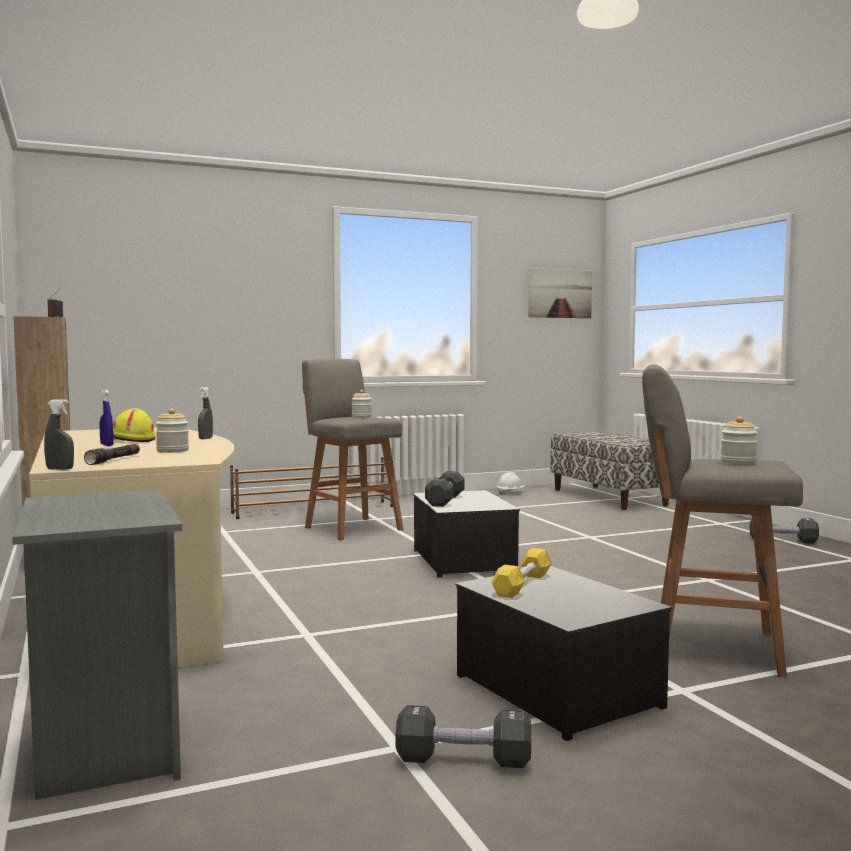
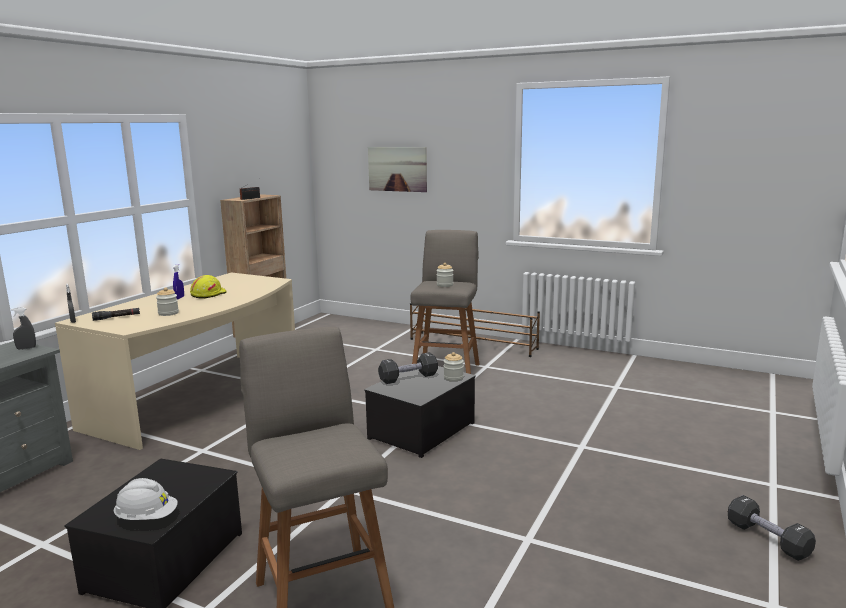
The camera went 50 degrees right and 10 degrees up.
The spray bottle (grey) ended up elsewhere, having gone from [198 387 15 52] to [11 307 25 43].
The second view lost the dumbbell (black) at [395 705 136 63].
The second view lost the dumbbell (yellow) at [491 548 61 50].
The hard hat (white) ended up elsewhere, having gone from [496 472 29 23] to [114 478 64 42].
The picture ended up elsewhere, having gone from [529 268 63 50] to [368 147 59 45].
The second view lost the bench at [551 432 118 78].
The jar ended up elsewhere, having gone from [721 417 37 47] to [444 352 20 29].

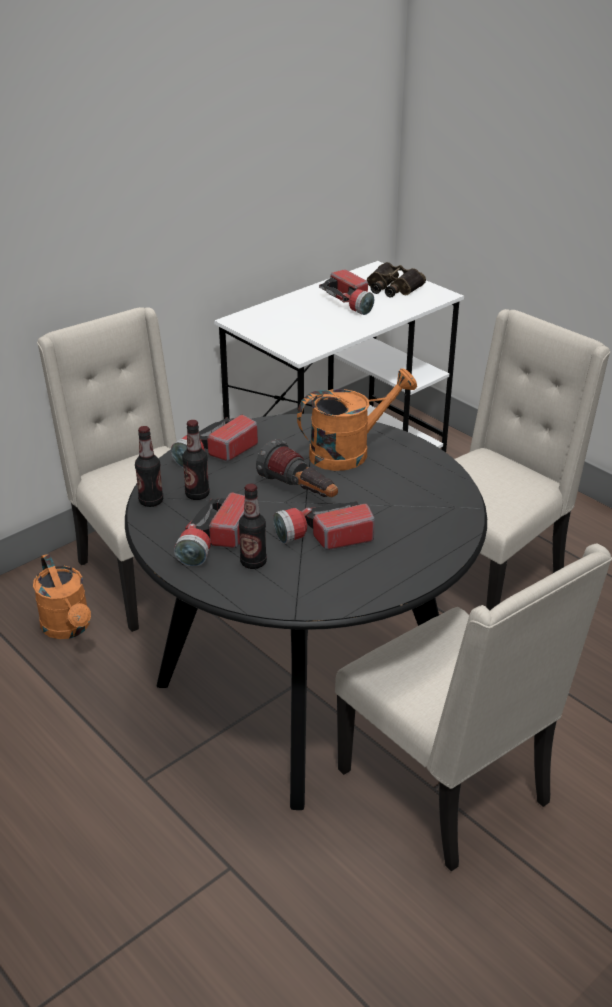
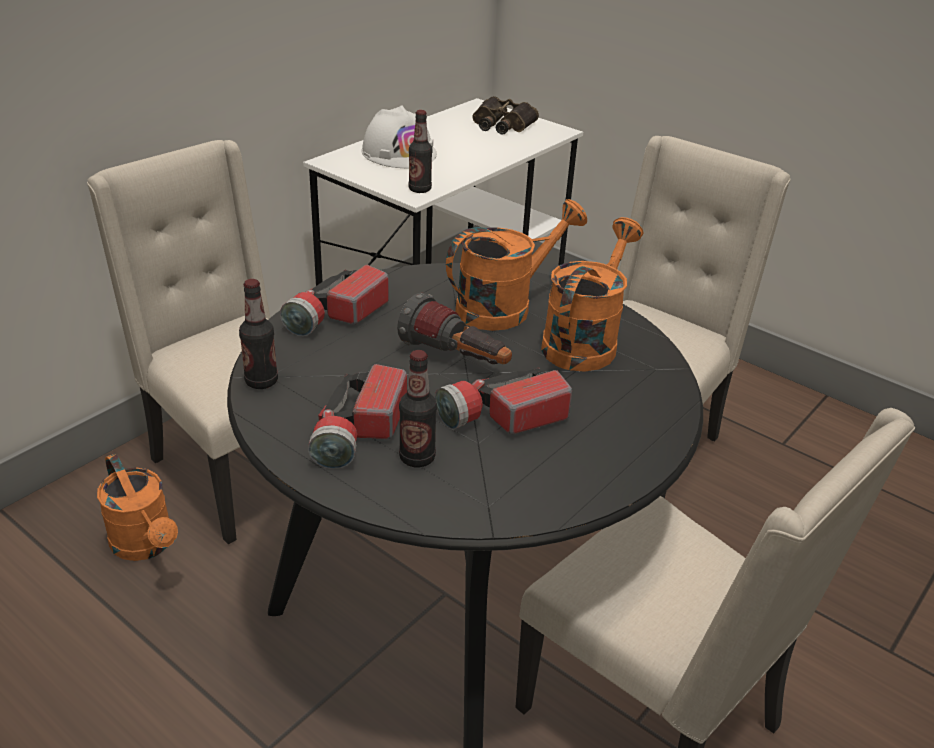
The camera went 10 degrees left and 0 degrees up.
The bottle ended up elsewhere, having gone from [182 420 27 80] to [408 110 24 83].
The second view lost the flashlight at [319 269 55 46].
The second view gained the hard hat (white) at [361 106 76 62].
The second view gained the watering can (orange) at [541 217 103 155].

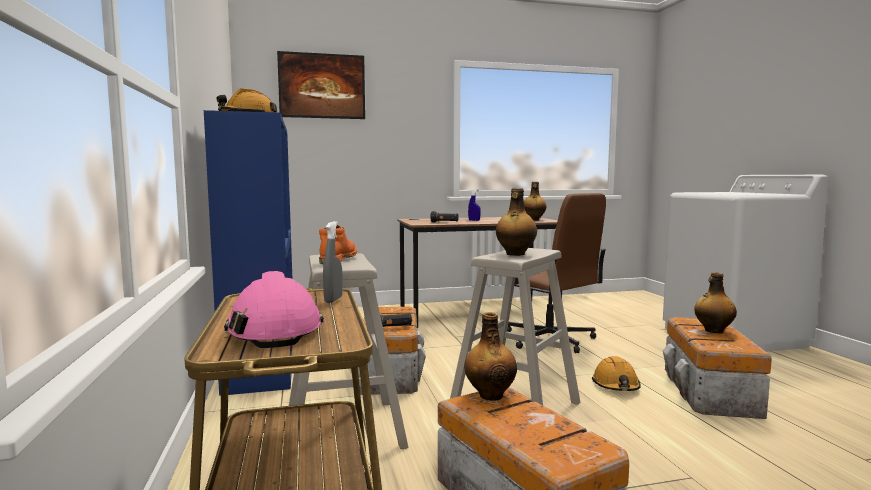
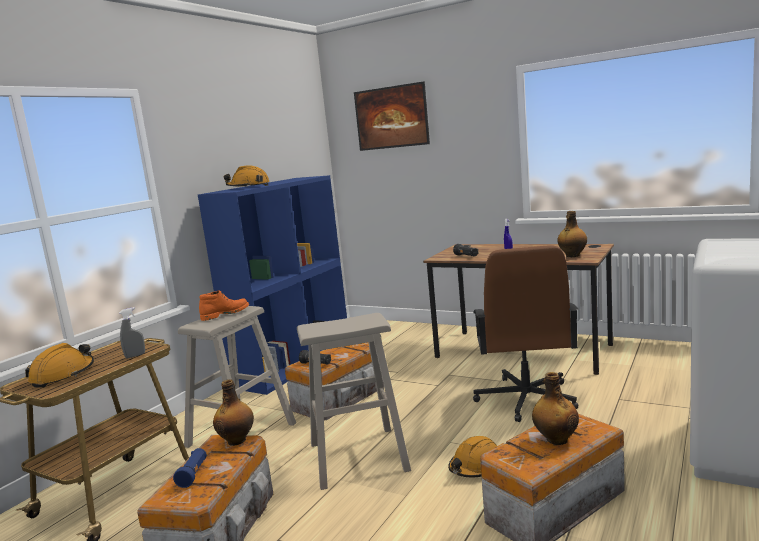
The camera went 45 degrees right and 5 degrees up.
What was the hard hat (pink) at [224 271 100 77] turned into the hard hat (orange) at [25 343 69 45].
The second view lost the bottle at [496 188 41 68].
The second view gained the flashlight (blue) at [173 448 34 40].

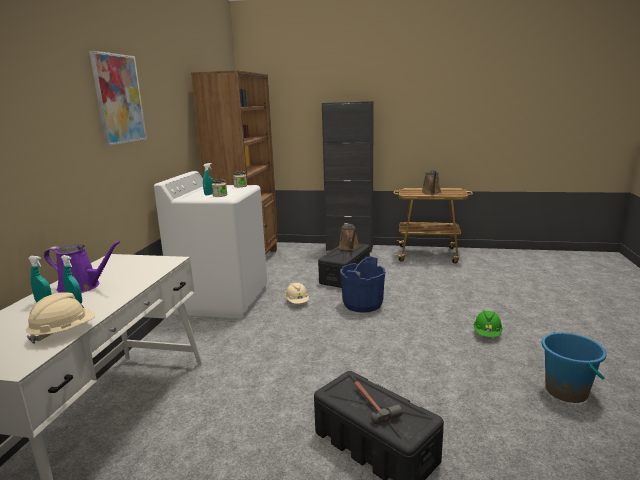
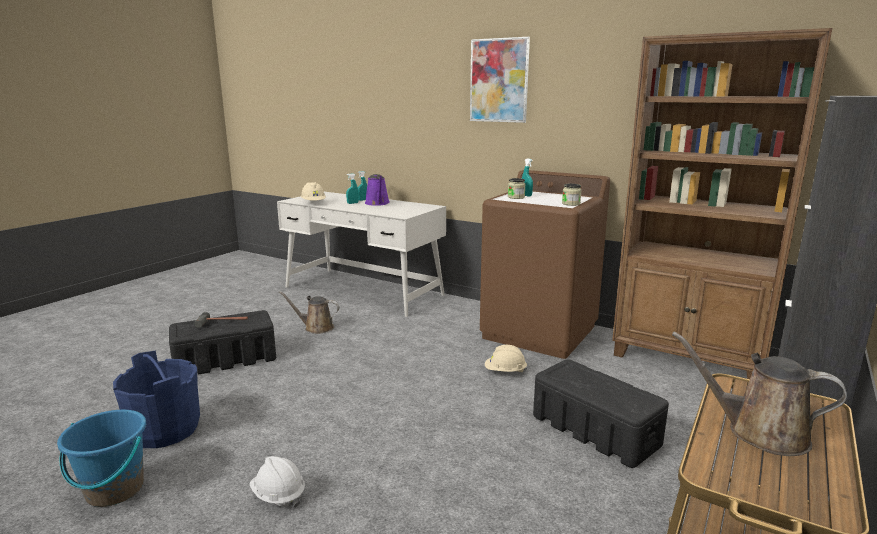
The camera went 110 degrees right and 0 degrees up.
The watering can (purple) at [44 241 76 52] ended up facing another way, 45 degrees counterclockwise from before.
What was the washing machine (white) at [154 171 113 148] turned into the washing machine (brown) at [480 170 130 189].
The watering can (brown) ended up elsewhere, having gone from [339 223 20 27] to [279 291 61 43].
The bucket (blue) ended up elsewhere, having gone from [340 256 45 57] to [113 351 87 97].
What was the hard hat (green) at [474 310 29 27] turned into the hard hat (white) at [250 456 55 52].

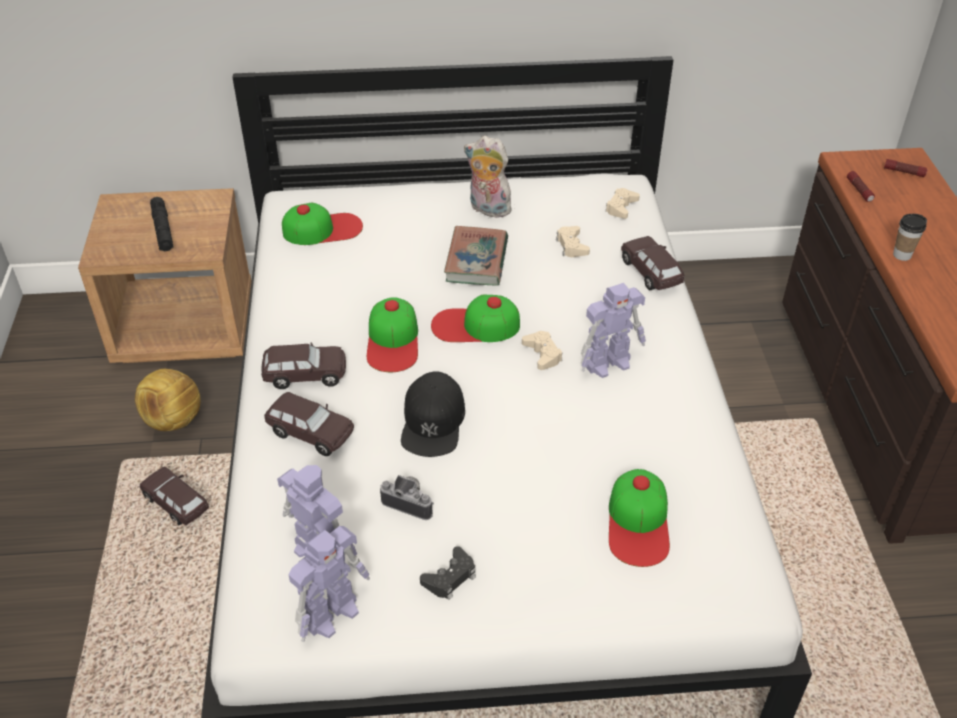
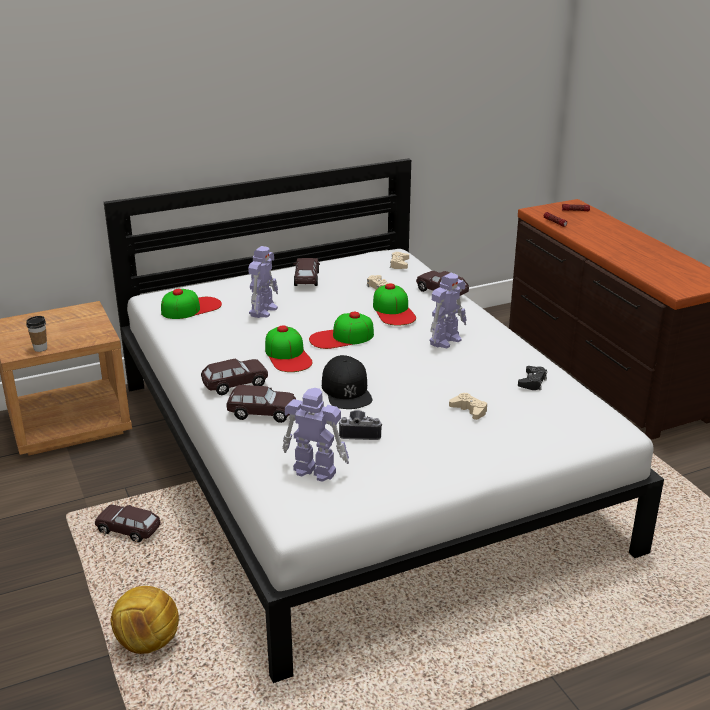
The camera went 20 degrees left and 15 degrees down.
The football ended up elsewhere, having gone from [135 369 66 62] to [111 586 68 68].
The second view lost the flashlight (black) at [150 197 24 54].
The toy robot ended up elsewhere, having gone from [288 526 82 116] to [248 246 30 72].
The game controller (black) ended up elsewhere, having gone from [420 546 56 54] to [518 366 29 24].
The second view lost the book at [444 226 64 60].
Where the plush toy stood at [464 136 47 82], the toy car (brown) came to stand at [293 258 27 28].
The game controller (beige) ended up elsewhere, having gone from [522 331 40 39] to [449 393 38 27].
The cap ended up elsewhere, having gone from [609 469 61 98] to [373 283 43 43].
The cup ended up elsewhere, having gone from [893 214 34 47] to [26 316 21 36].

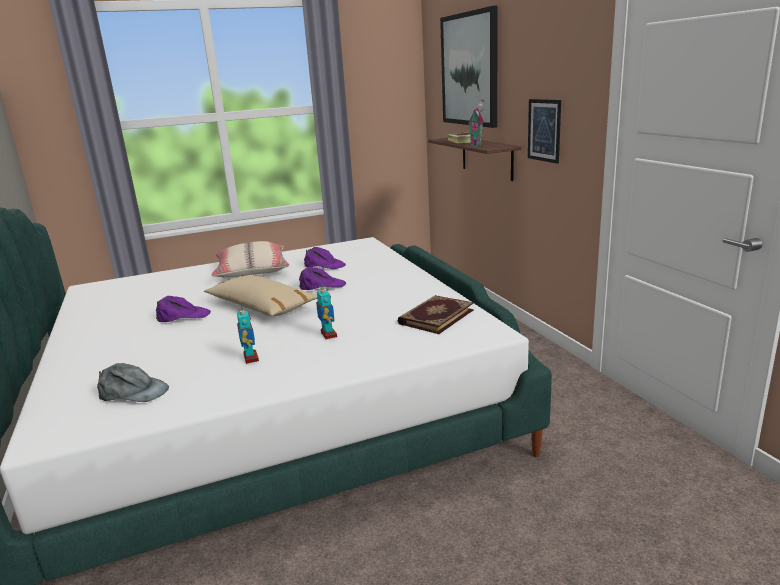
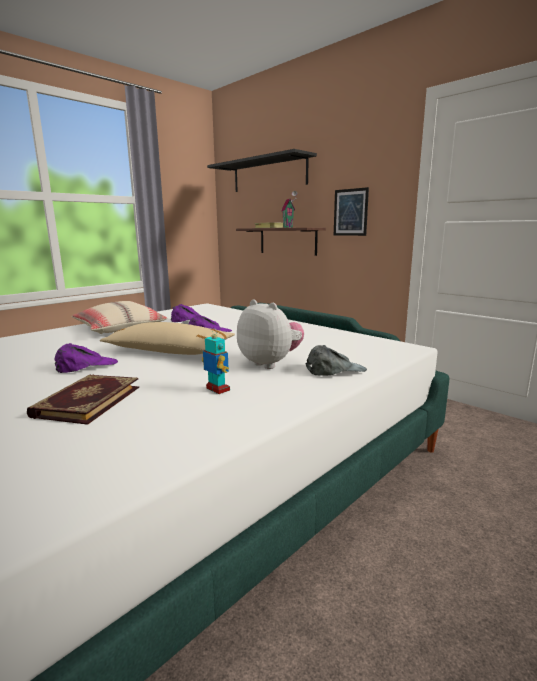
The camera went 25 degrees left and 5 degrees down.
The cap (grey) ended up elsewhere, having gone from [97 363 72 39] to [306 345 61 31].
Where the toy robot stood at [316 284 21 55], the plush toy came to stand at [237 299 67 70].
The book ended up elsewhere, having gone from [398 295 76 39] to [27 374 112 51].
Where the picture hung at [440 6 58 122], the shelf (black) came to hang at [207 149 110 43].

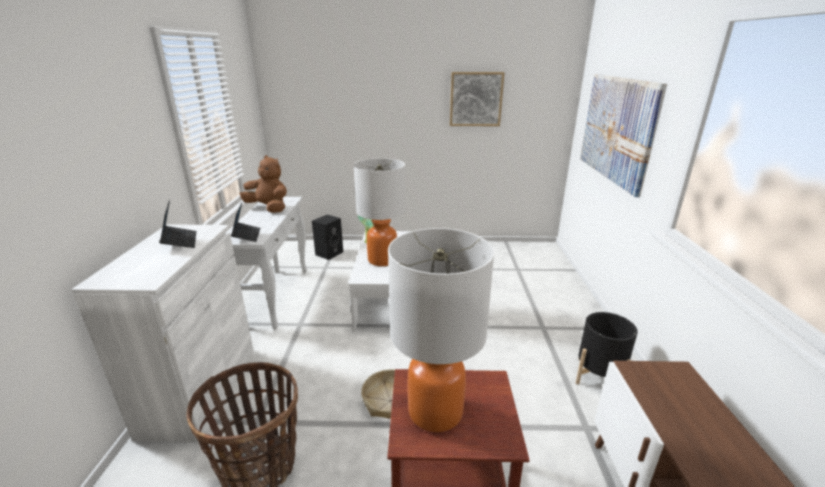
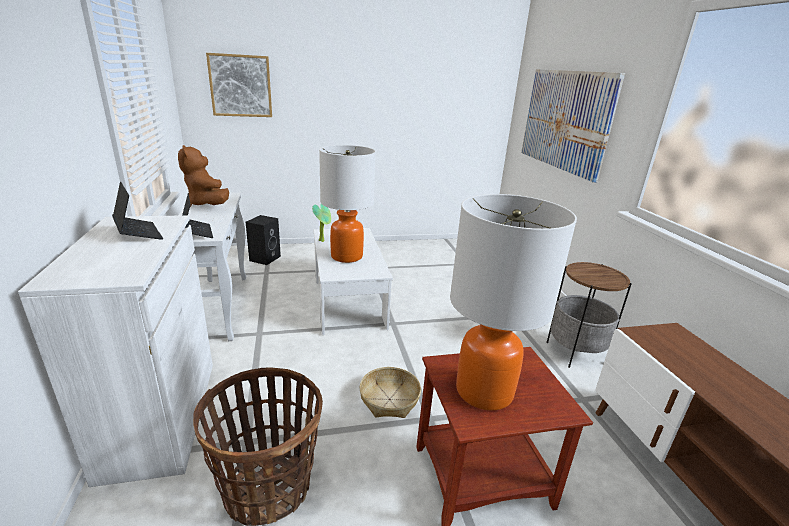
The camera went 15 degrees left and 0 degrees up.
The plush toy (brown) at [240 155 47 58] ended up facing another way, 135 degrees counterclockwise from before.
The picture ended up elsewhere, having gone from [450 72 55 54] to [206 53 66 64].
Where the planter (black) stood at [576 312 62 72], the side table came to stand at [546 262 86 106].

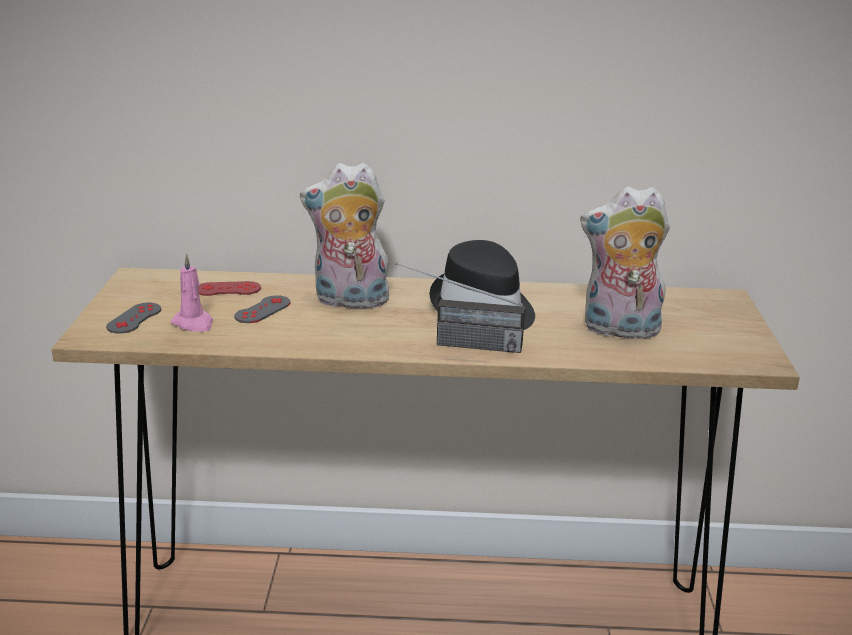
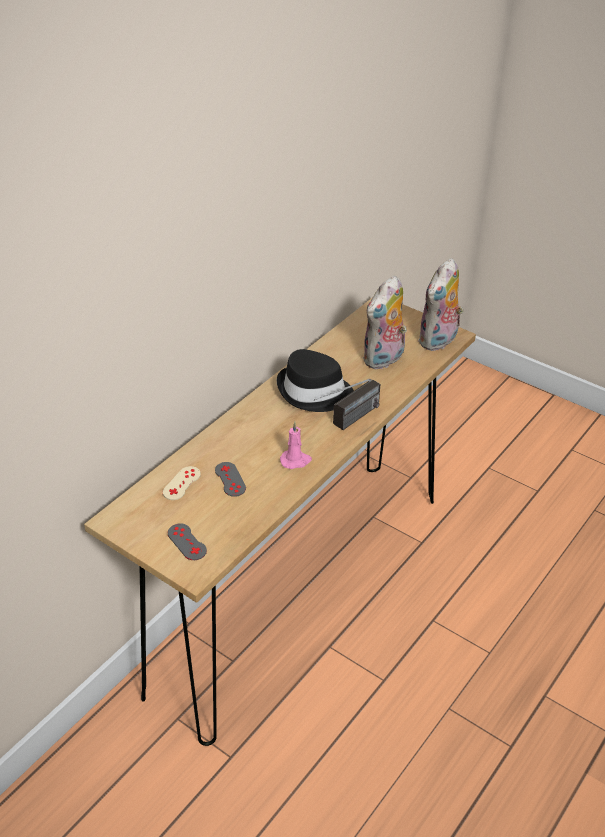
The camera went 55 degrees left and 15 degrees up.
The candle (pink) ended up elsewhere, having gone from [171 254 42 78] to [280 422 32 47].
What was the game controller (red) at [199 281 62 15] turned into the game controller (beige) at [163 466 38 34].
The plush toy ended up elsewhere, having gone from [300 162 94 150] to [418 258 46 93].

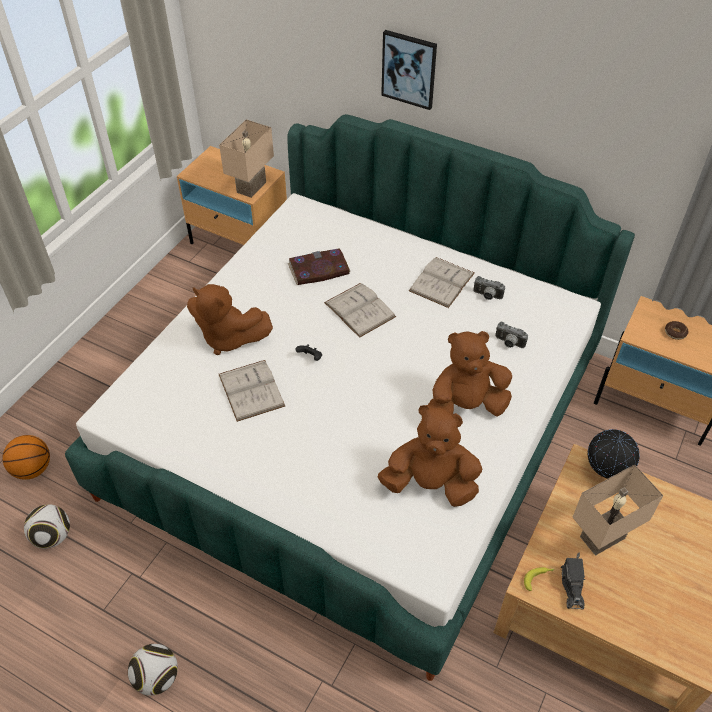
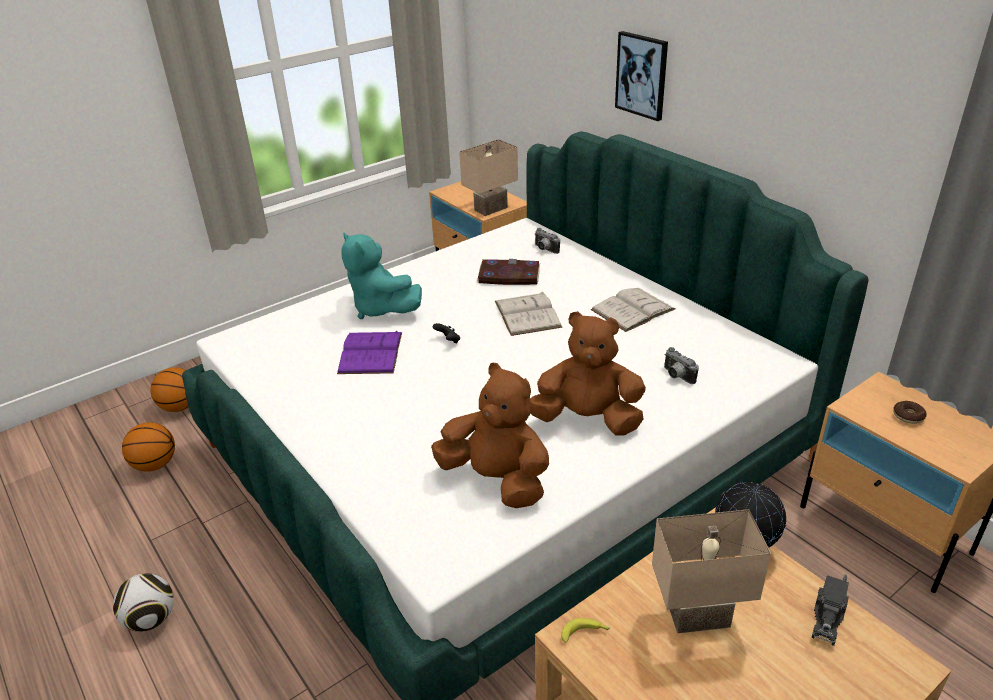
The camera went 25 degrees right and 15 degrees down.
Where the football stood at [24 504 46 45], the basketball came to stand at [122 422 53 50].
What was the plush toy (brown) at [187 284 86 71] turned into the plush toy (turquoise) at [341 232 81 87].
What was the book (white) at [219 360 66 62] turned into the book (purple) at [337 331 65 43].
The photo camera ended up elsewhere, having gone from [473 276 32 24] to [534 228 26 26].
The toy truck ended up elsewhere, having gone from [561 552 24 58] to [812 574 37 72].

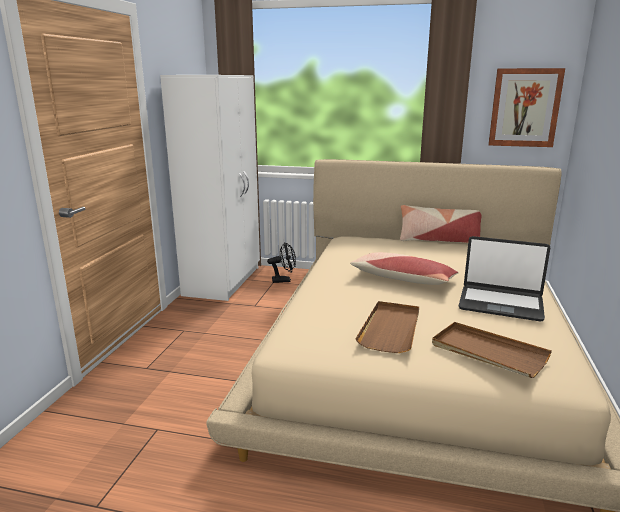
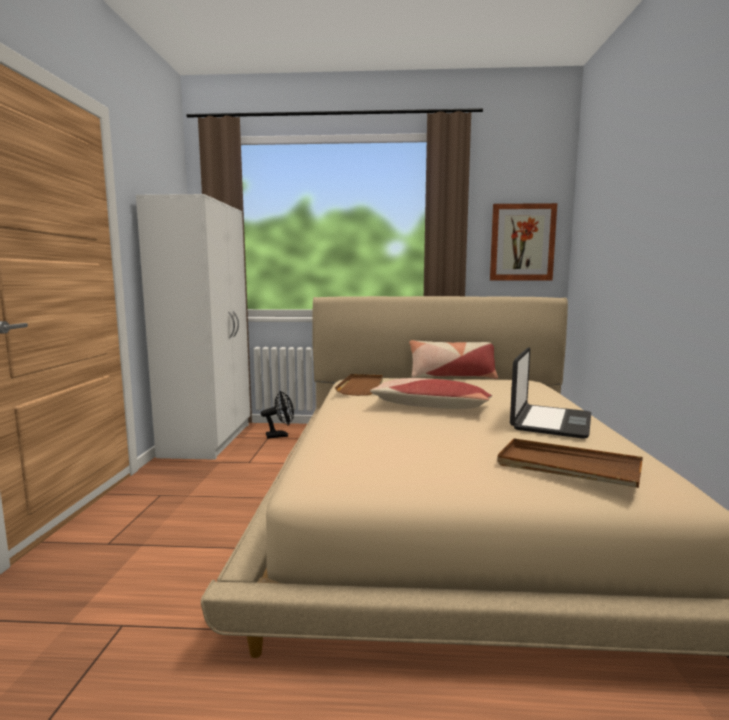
The camera went 10 degrees left and 10 degrees down.
The tray (brown) ended up elsewhere, having gone from [355 301 64 52] to [335 374 48 22].
The laptop at [459 236 91 85] ended up facing another way, 75 degrees counterclockwise from before.

